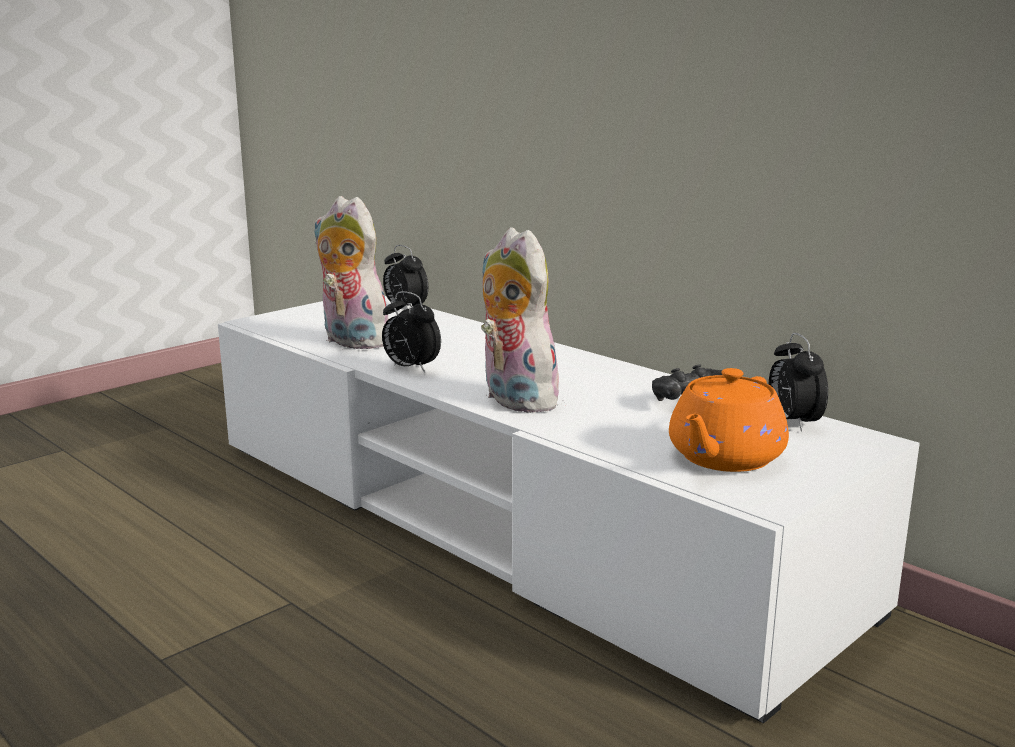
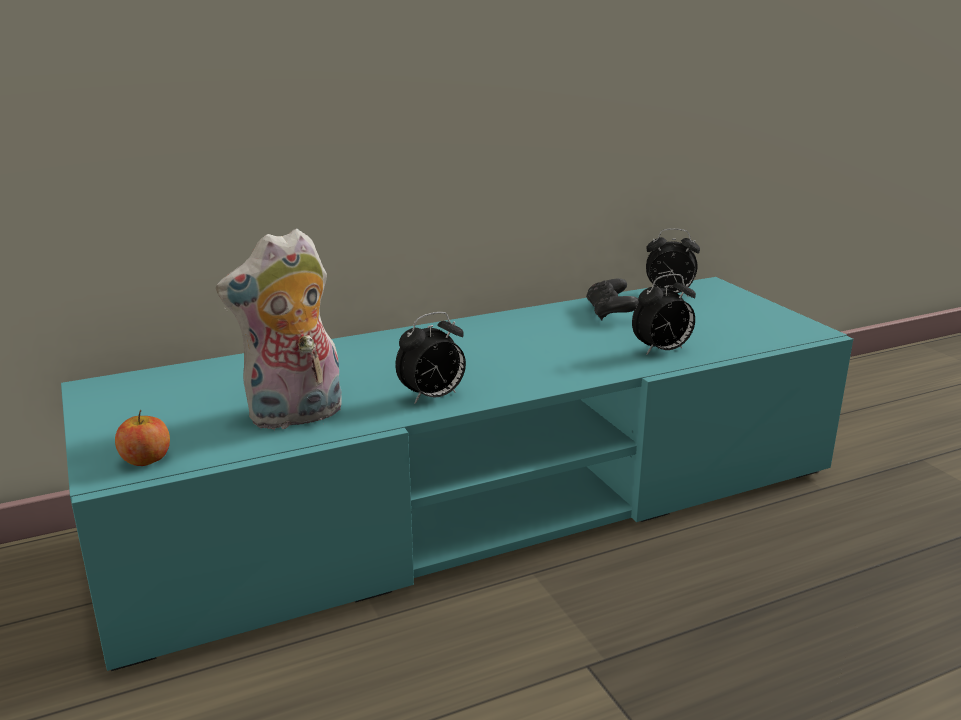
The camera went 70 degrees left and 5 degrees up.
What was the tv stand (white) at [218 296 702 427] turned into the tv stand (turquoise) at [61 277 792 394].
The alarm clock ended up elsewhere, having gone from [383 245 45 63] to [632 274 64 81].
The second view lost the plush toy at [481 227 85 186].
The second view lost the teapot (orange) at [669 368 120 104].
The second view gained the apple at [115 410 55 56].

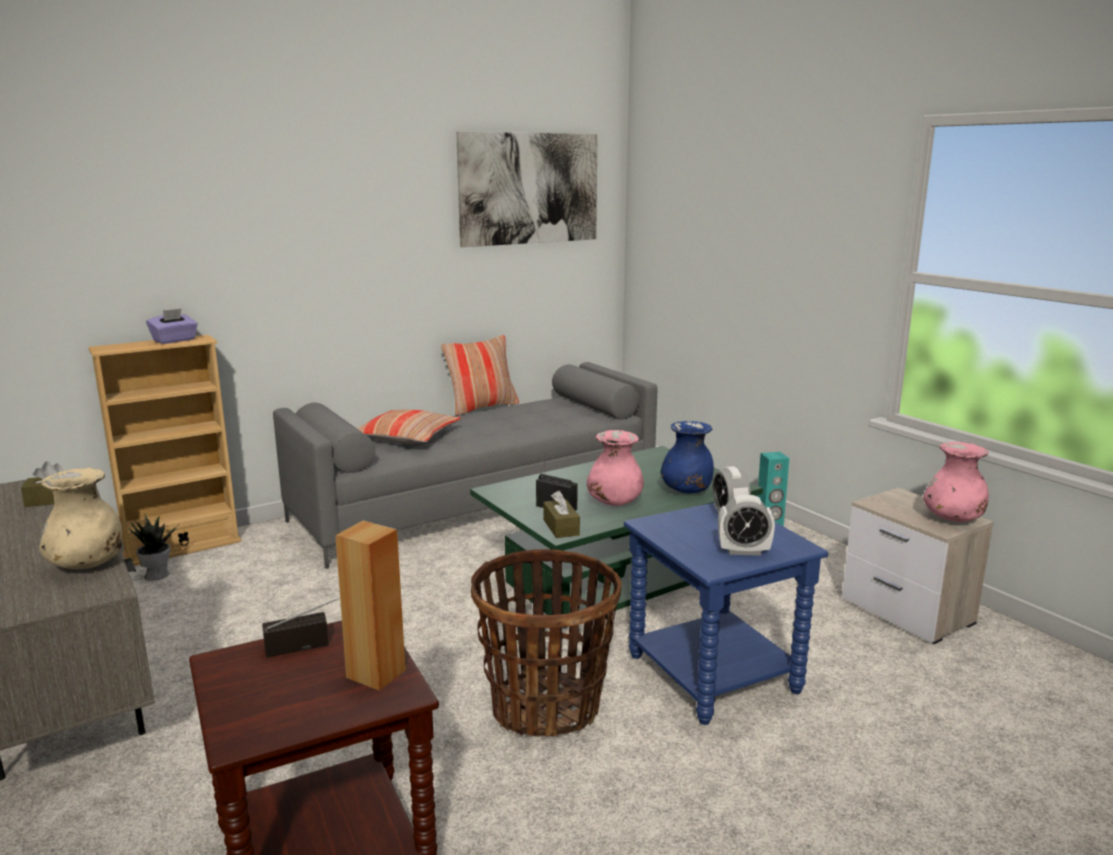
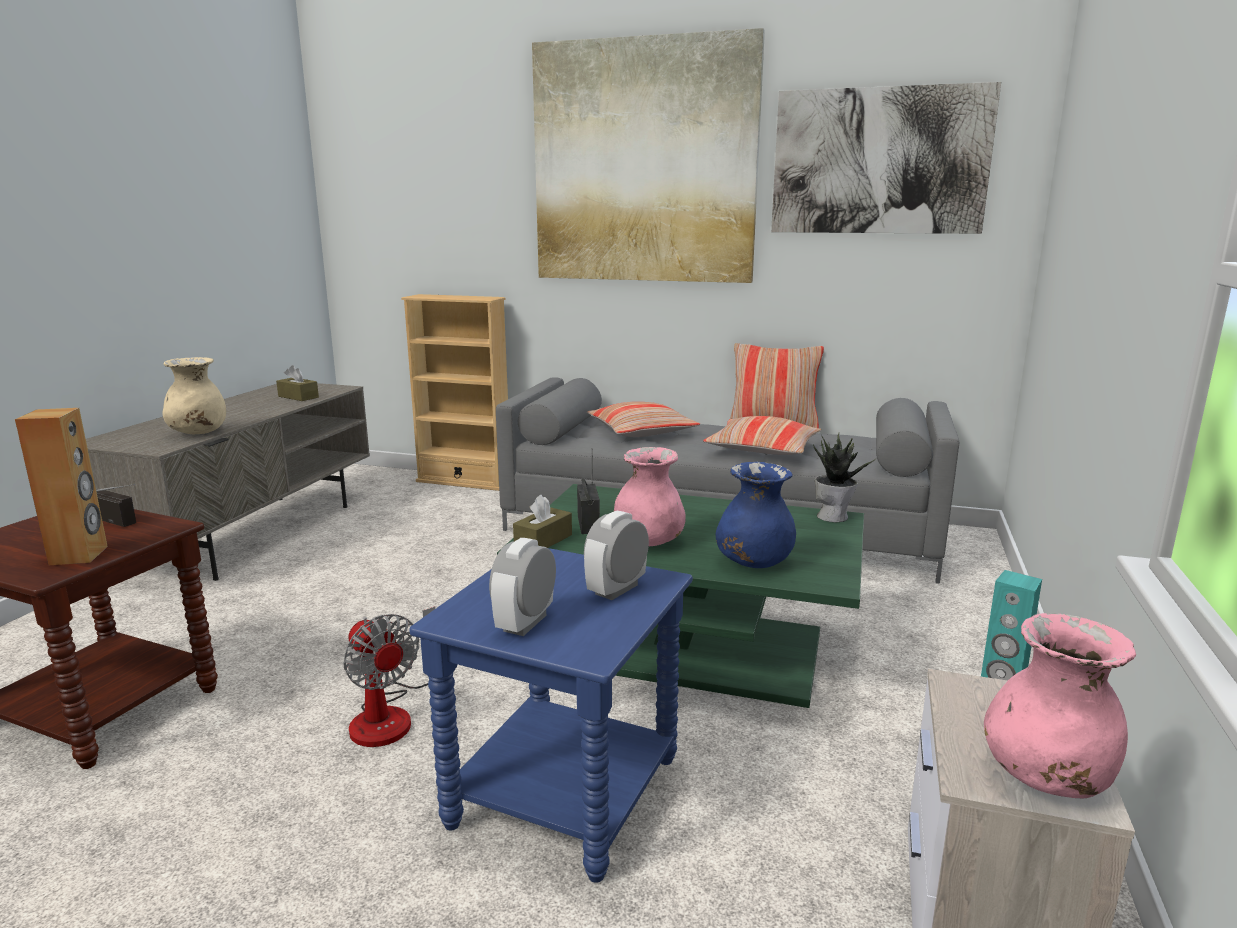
The camera went 50 degrees right and 0 degrees up.
The potted plant ended up elsewhere, having gone from [129 514 49 66] to [813 434 64 88].
The second view lost the tissue box (purple) at [146 308 52 36].
Where the basket stood at [471 549 151 188], the fan came to stand at [343 606 92 141].
The alarm clock at [718 495 57 61] ended up facing another way, 60 degrees clockwise from before.
The second view gained the picture at [532 28 233 255].
The second view gained the pillow at [703 416 119 39].

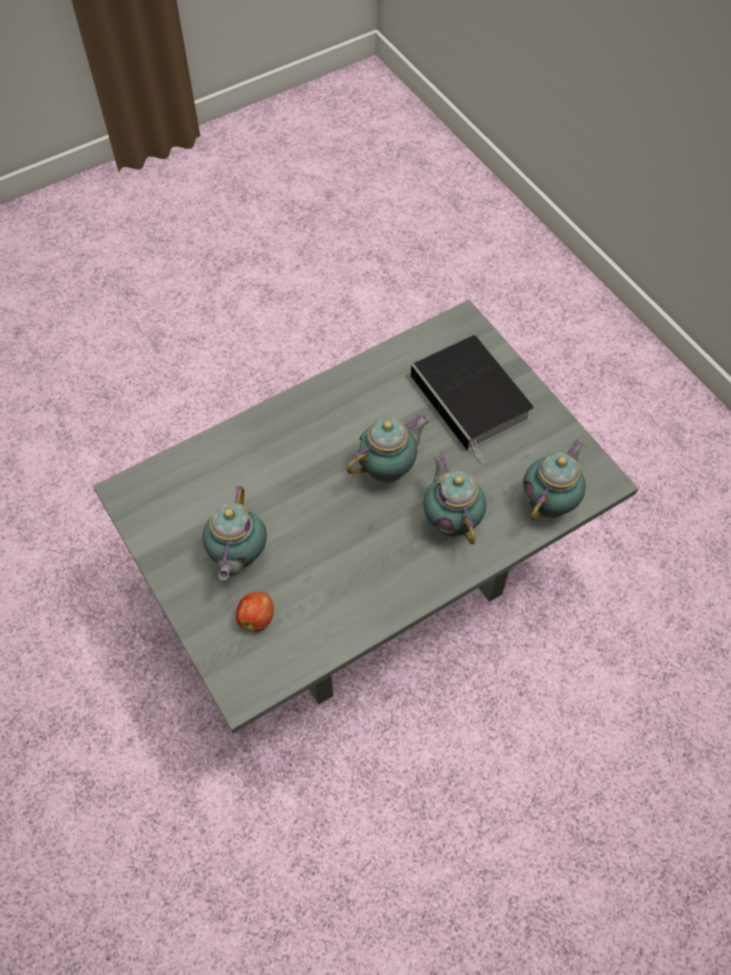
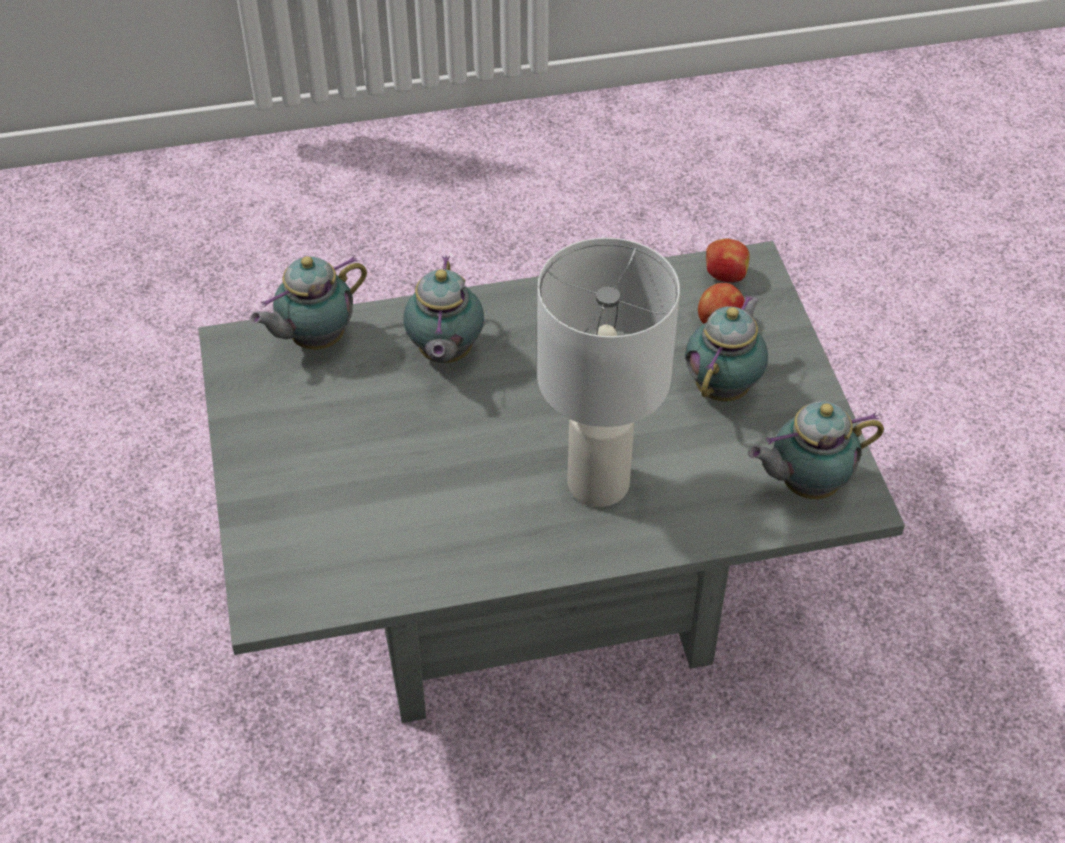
The camera went 160 degrees left and 10 degrees down.
The teapot ended up elsewhere, having gone from [347 414 84 69] to [748 401 136 98].
The second view lost the book at [411 335 123 130].
The second view gained the table lamp (white) at [537 238 143 269].
The second view gained the apple at [706 239 44 44].

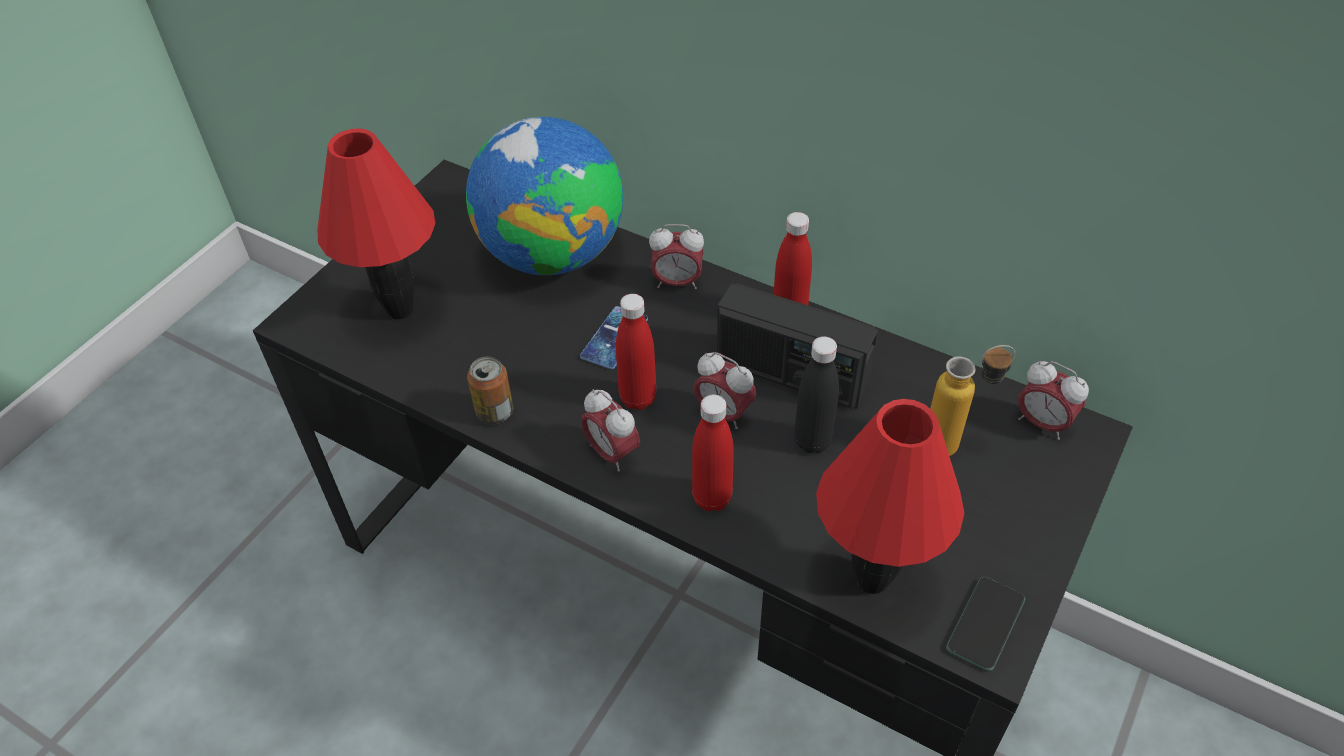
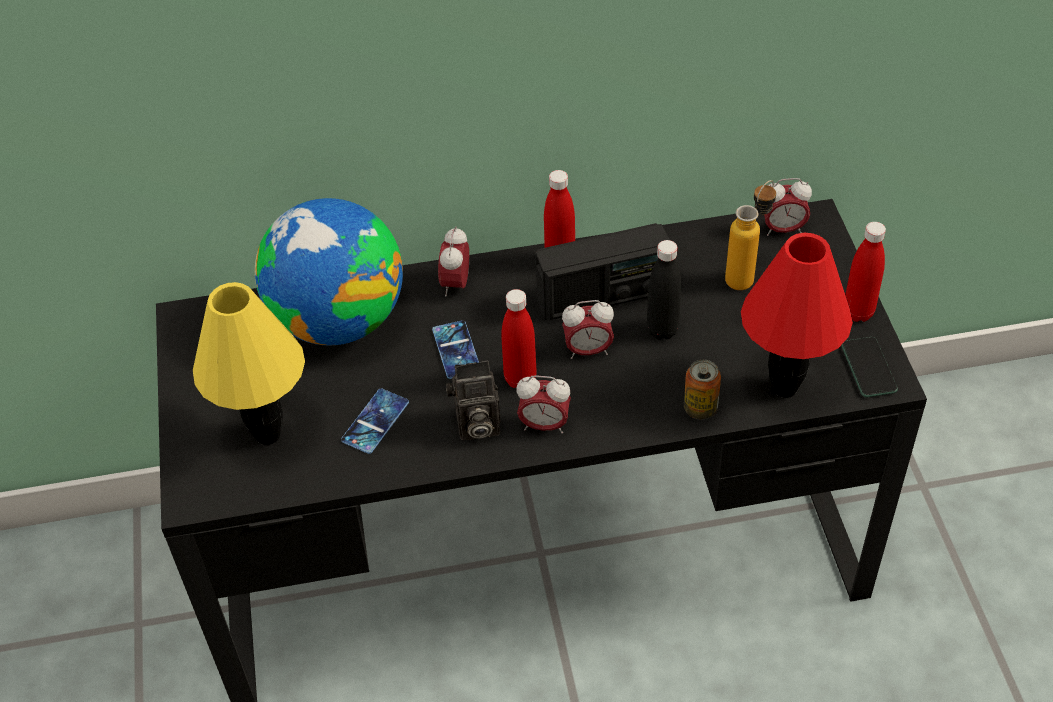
The camera went 40 degrees left and 0 degrees up.
What was the table lamp (red) at [317 128 118 191] turned into the table lamp (yellow) at [193 282 112 163].
The can ended up elsewhere, having gone from [467 357 46 67] to [684 360 37 59].
The alarm clock at [649 224 55 65] ended up facing another way, 135 degrees clockwise from before.
The bottle (red) ended up elsewhere, having gone from [692 395 42 116] to [845 222 41 100].
The second view gained the phone at [341 389 68 65].
The second view gained the photo camera at [446 360 55 80].

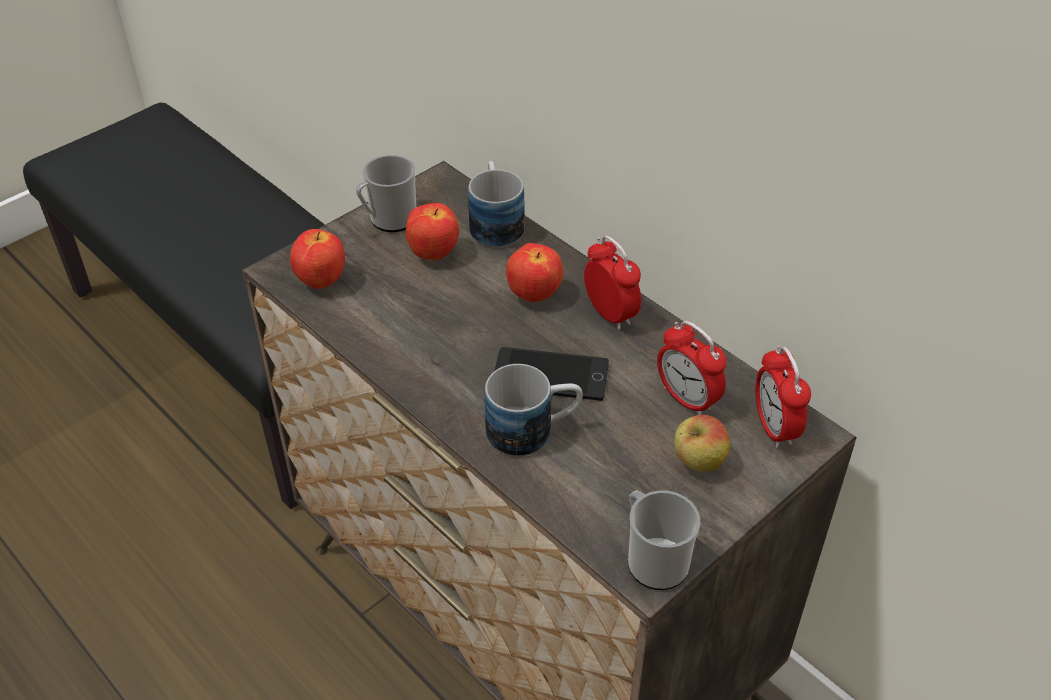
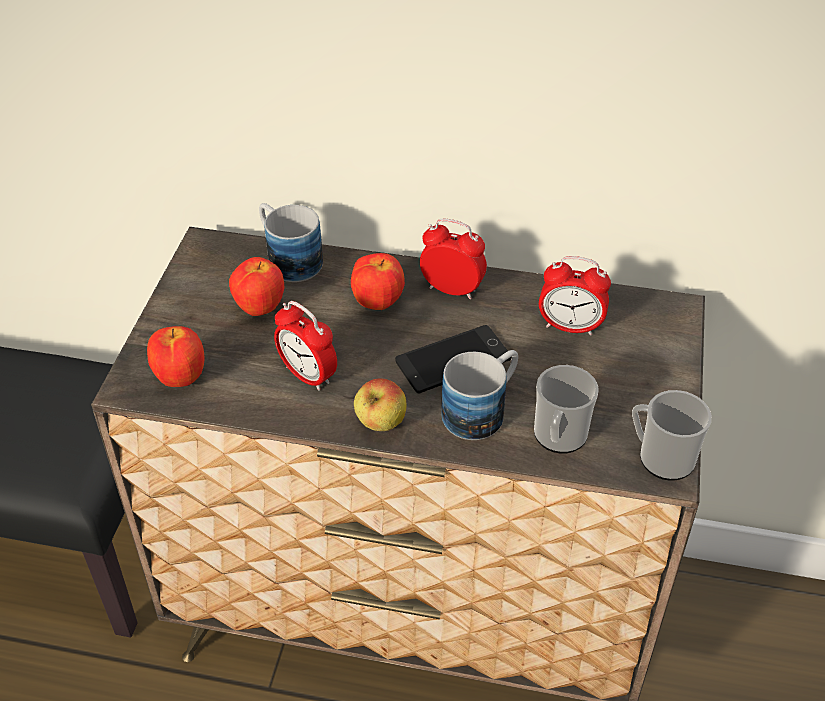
The camera went 35 degrees left and 0 degrees up.
The mug ended up elsewhere, having gone from [356 155 60 77] to [534 365 65 89].
The apple ended up elsewhere, having gone from [674 415 56 57] to [354 378 53 53].
The alarm clock ended up elsewhere, having gone from [755 346 56 102] to [274 301 63 90].

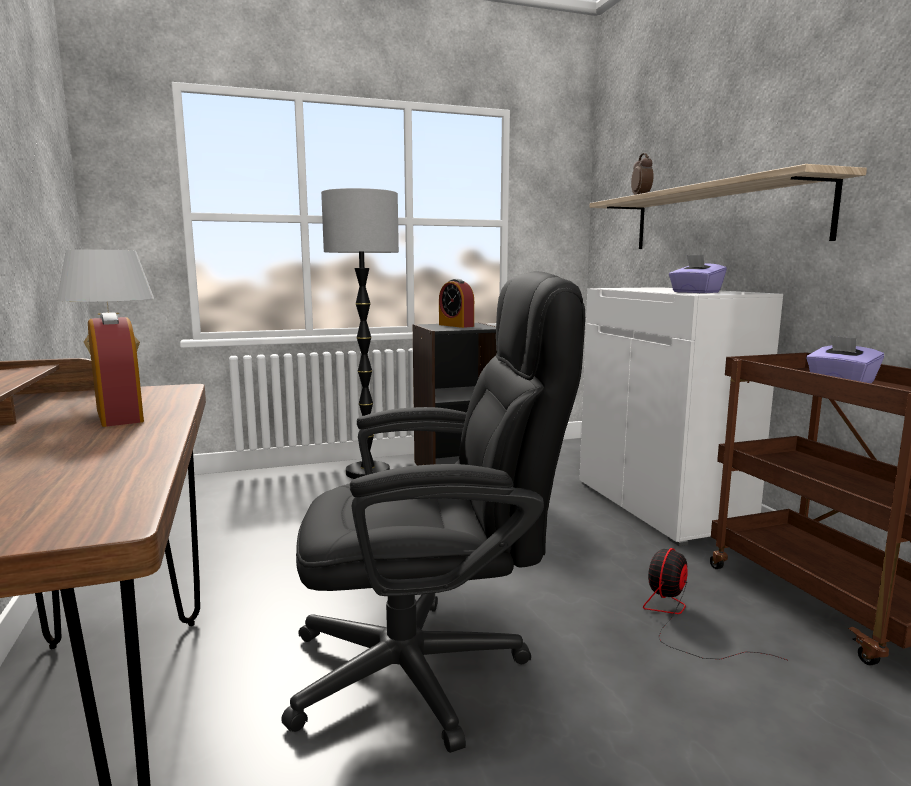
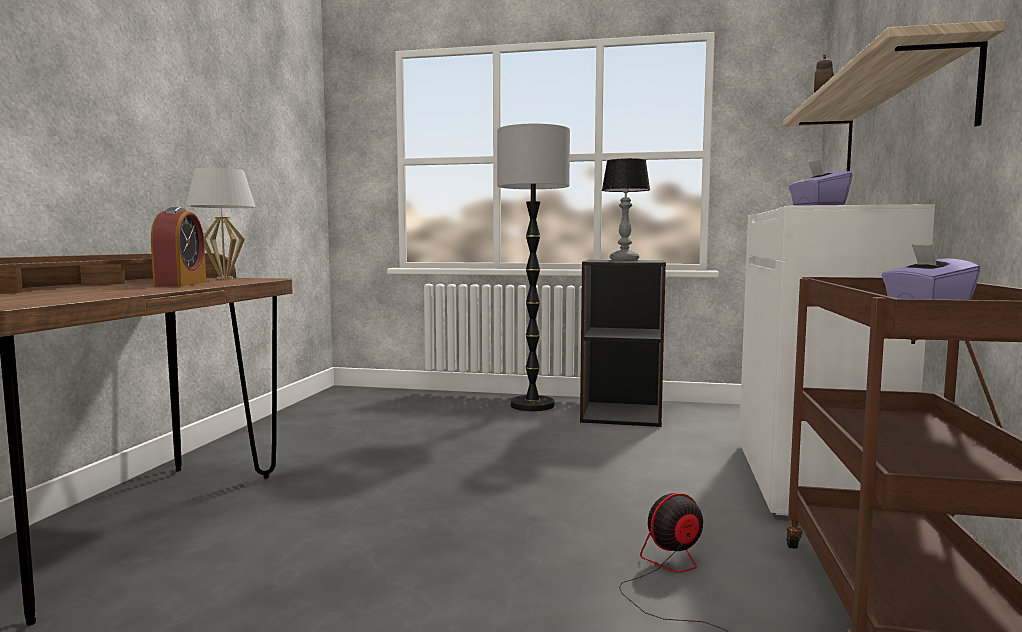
The camera went 30 degrees right and 5 degrees down.
The second view lost the office chair (black) at [281 271 304 482].
Where the alarm clock stood at [439 279 35 49], the table lamp came to stand at [602 158 48 103].

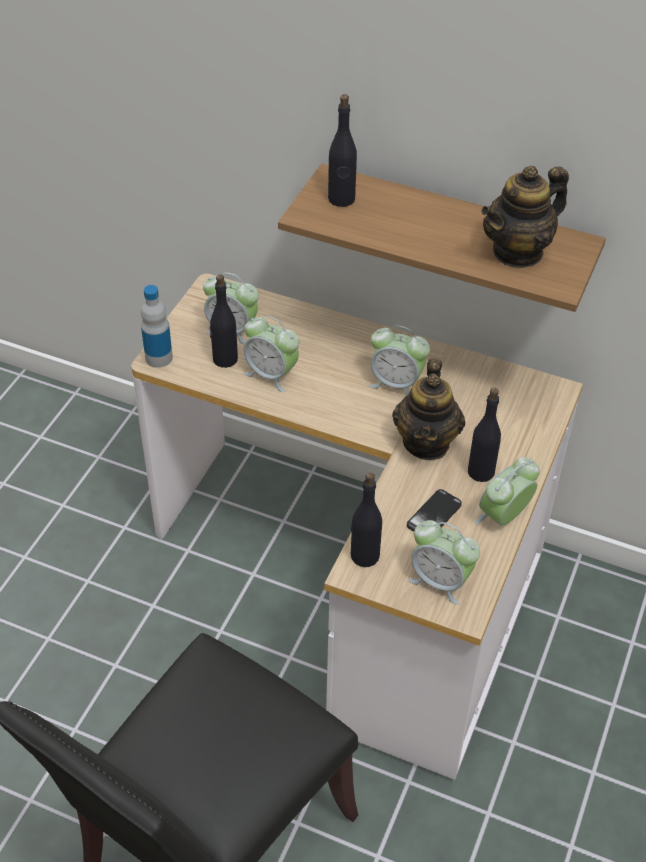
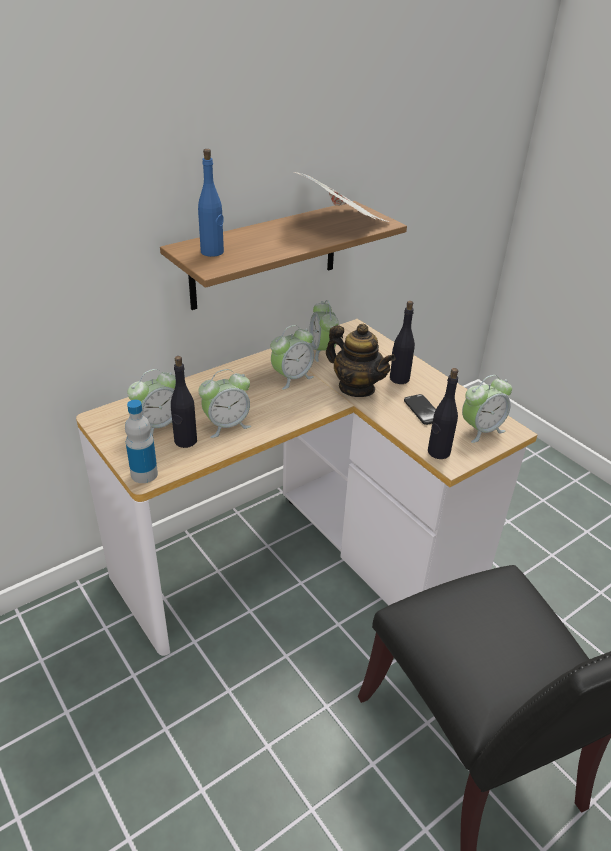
The camera went 60 degrees left and 10 degrees down.
What was the bottle (black) at [328 94 29 113] turned into the bottle (blue) at [198 149 26 108].
The alarm clock ended up elsewhere, having gone from [475 457 65 68] to [309 300 30 62].
Where the teapot stood at [481 166 88 103], the newspaper came to stand at [294 172 95 50].

